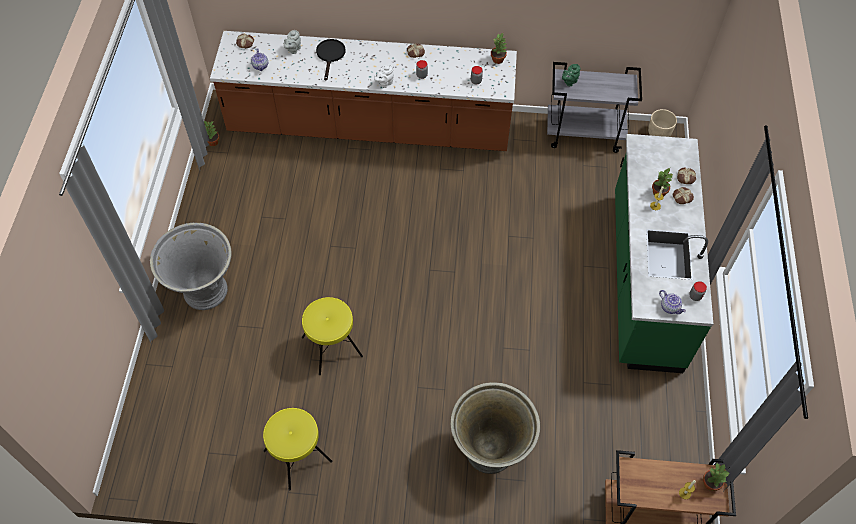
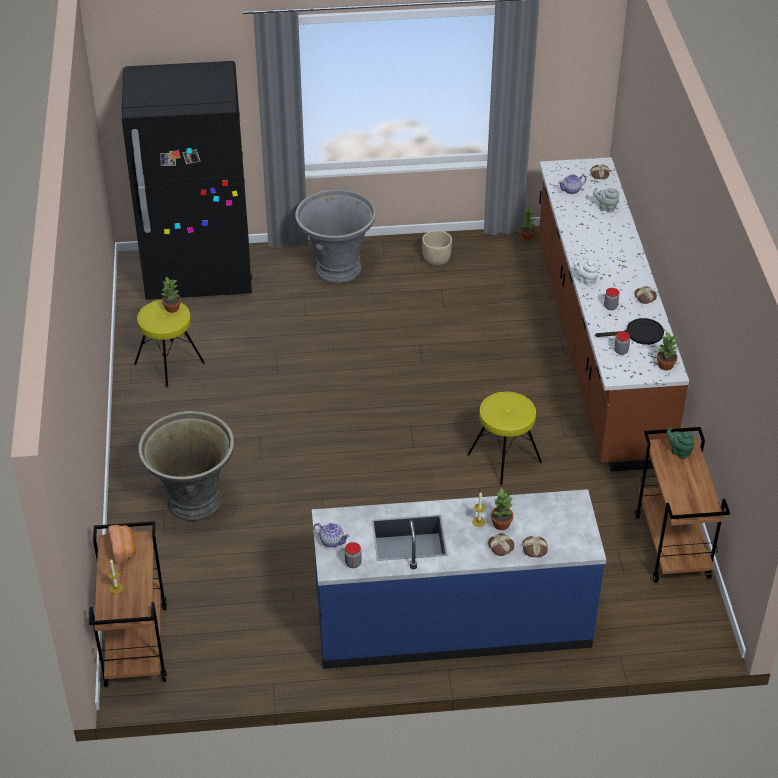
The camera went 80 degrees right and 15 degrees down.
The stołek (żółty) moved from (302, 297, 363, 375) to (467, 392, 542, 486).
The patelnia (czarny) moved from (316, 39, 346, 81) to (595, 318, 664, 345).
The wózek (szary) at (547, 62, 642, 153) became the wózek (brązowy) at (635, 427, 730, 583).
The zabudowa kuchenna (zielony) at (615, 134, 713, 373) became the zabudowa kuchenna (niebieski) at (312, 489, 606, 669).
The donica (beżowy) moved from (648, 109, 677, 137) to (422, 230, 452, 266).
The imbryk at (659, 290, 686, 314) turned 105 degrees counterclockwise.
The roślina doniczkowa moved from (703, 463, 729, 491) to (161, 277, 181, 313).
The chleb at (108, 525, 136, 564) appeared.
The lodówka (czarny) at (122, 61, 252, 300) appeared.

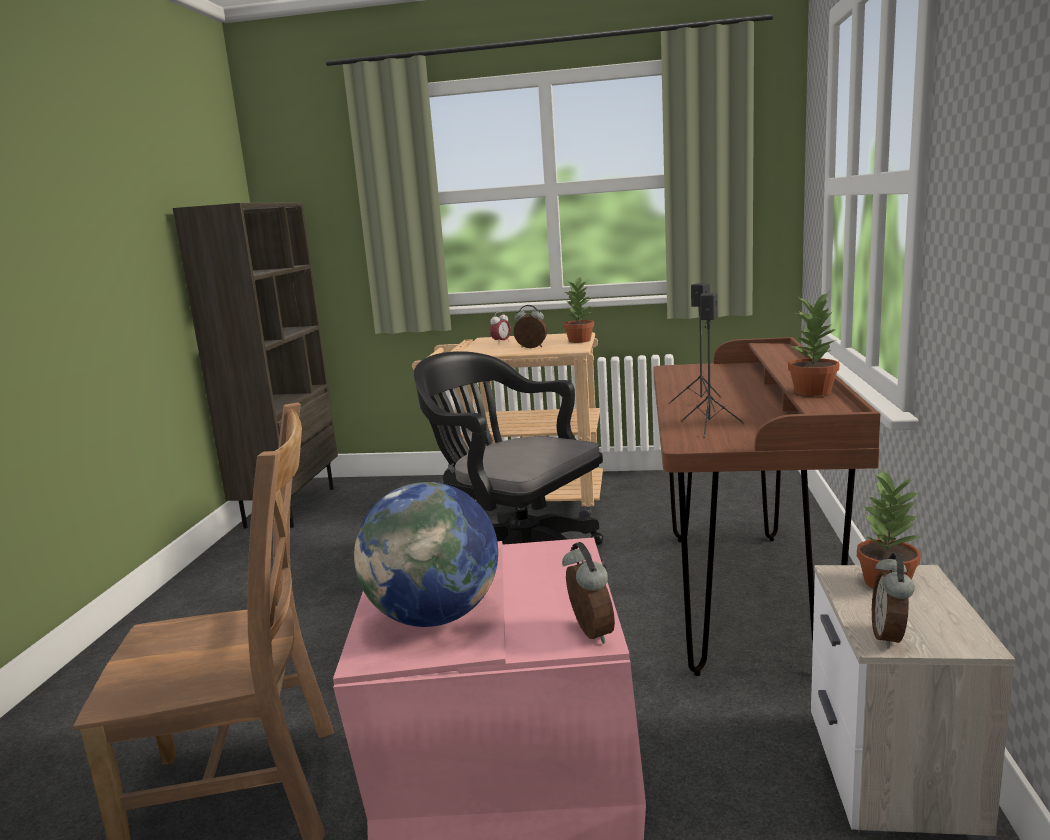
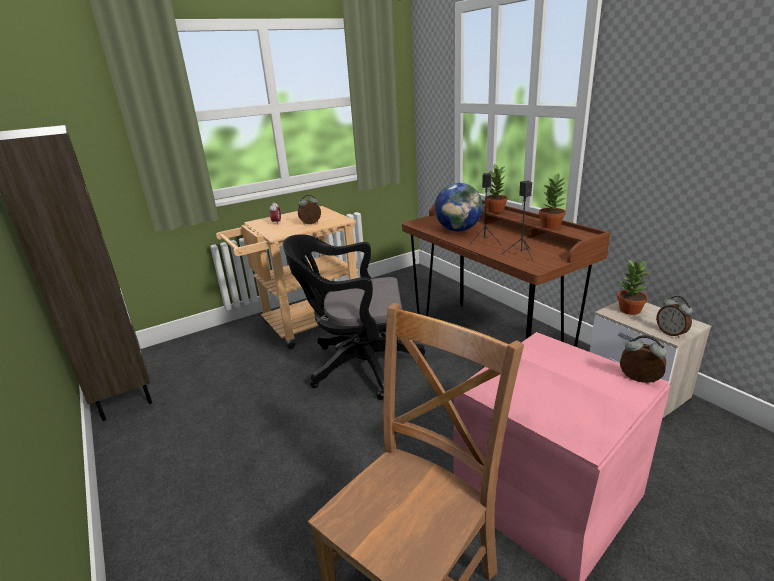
The camera went 40 degrees left and 10 degrees up.
The globus moved from (354, 482, 498, 627) to (434, 183, 483, 231).
The roślina doniczkowa moved from (563, 278, 594, 343) to (485, 164, 507, 213).

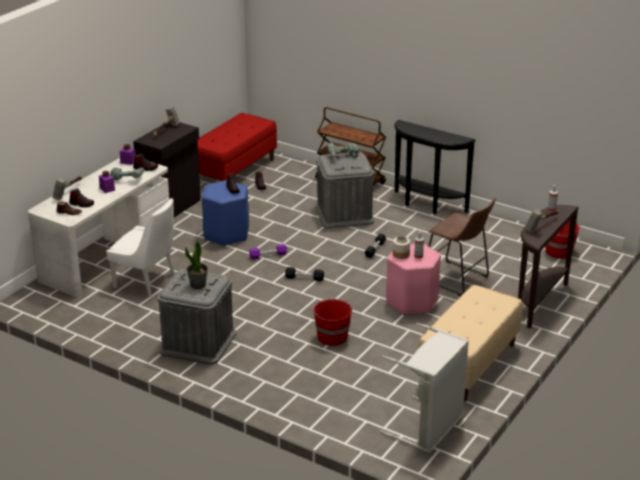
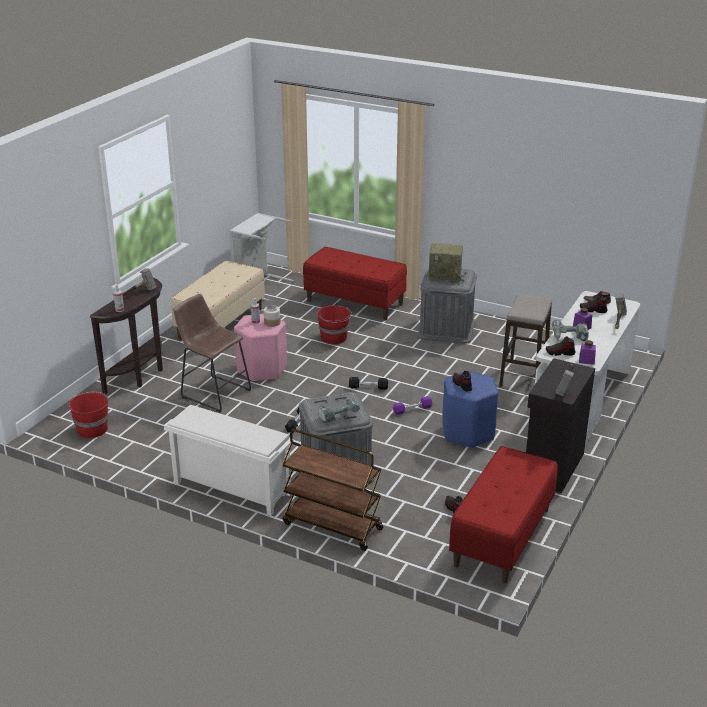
The camera went 175 degrees right and 0 degrees up.
The krzesło (biały) at (107, 198, 175, 297) was replaced by the stołek at (499, 294, 552, 387).
The roślina doniczkowa at (185, 240, 208, 289) was replaced by the radio at (429, 243, 463, 283).
The stolik konsolowy (czarny) at (394, 120, 476, 214) was replaced by the regał na buty (biały) at (164, 405, 294, 516).
The ławka (czerwony) at (303, 247, 407, 320) appeared.

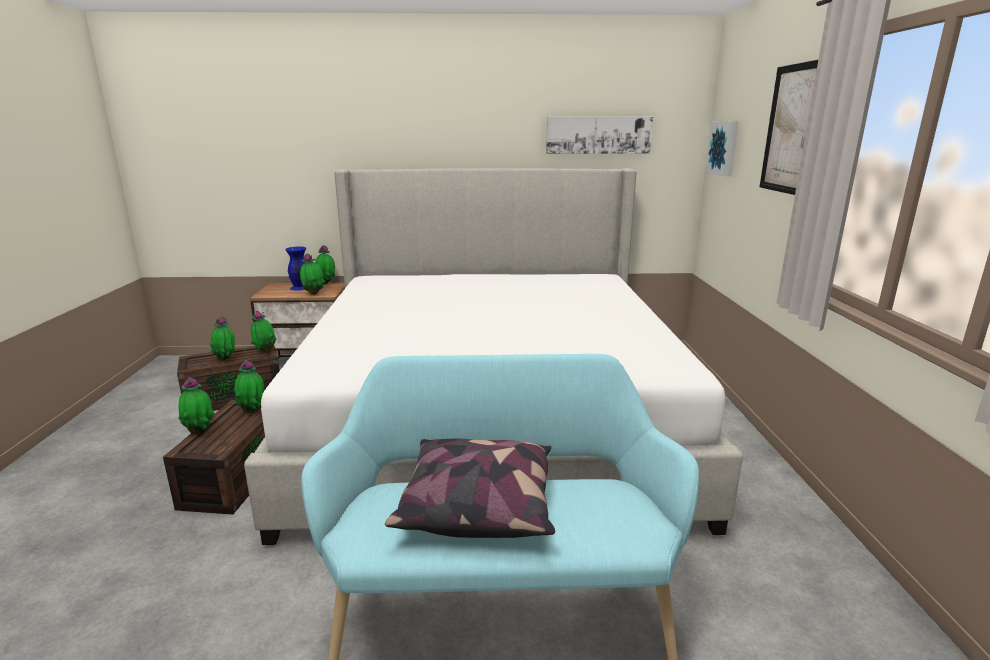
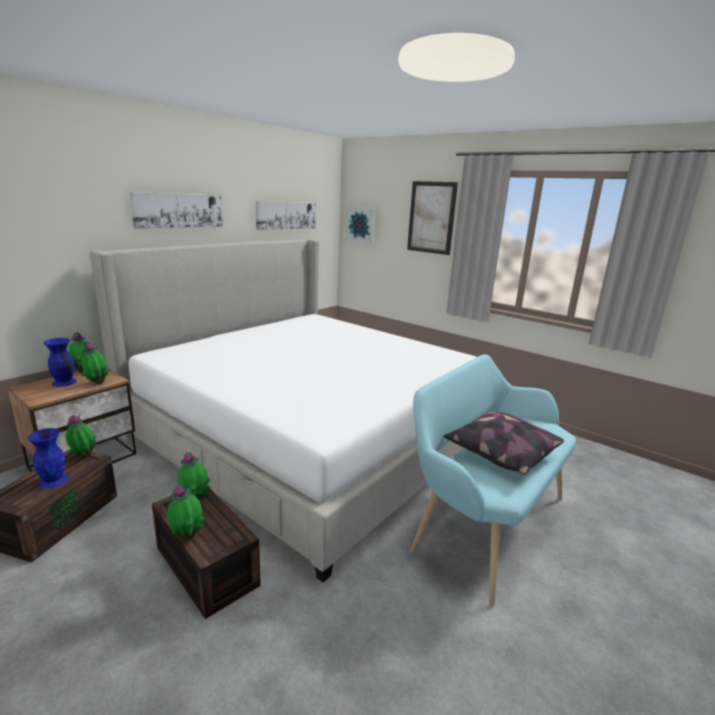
The camera went 50 degrees left and 0 degrees up.
The roślina doniczkowa at (210, 316, 235, 361) was replaced by the wazon (niebieski) at (28, 428, 69, 489).
The obraz at (129, 192, 223, 228) appeared.

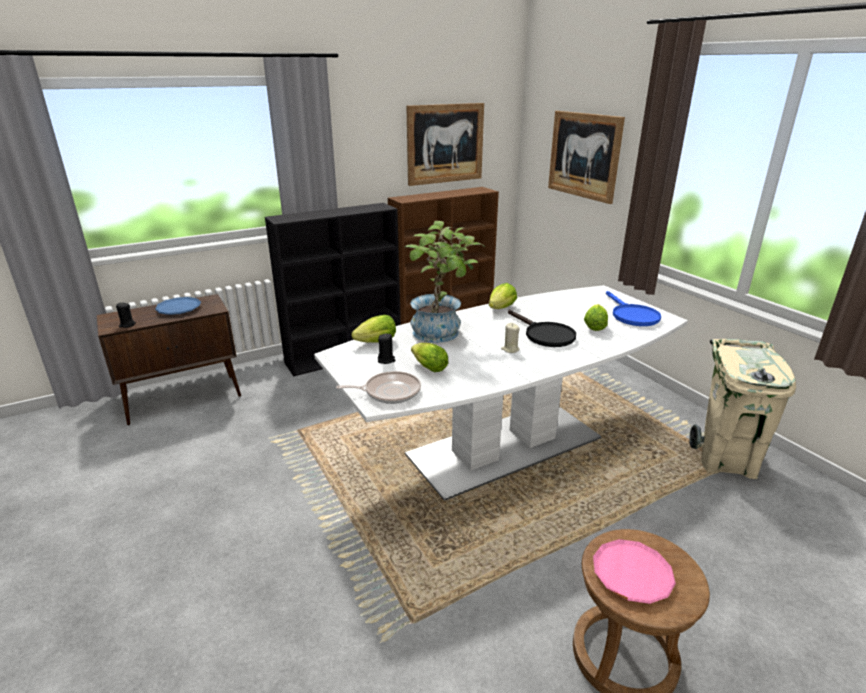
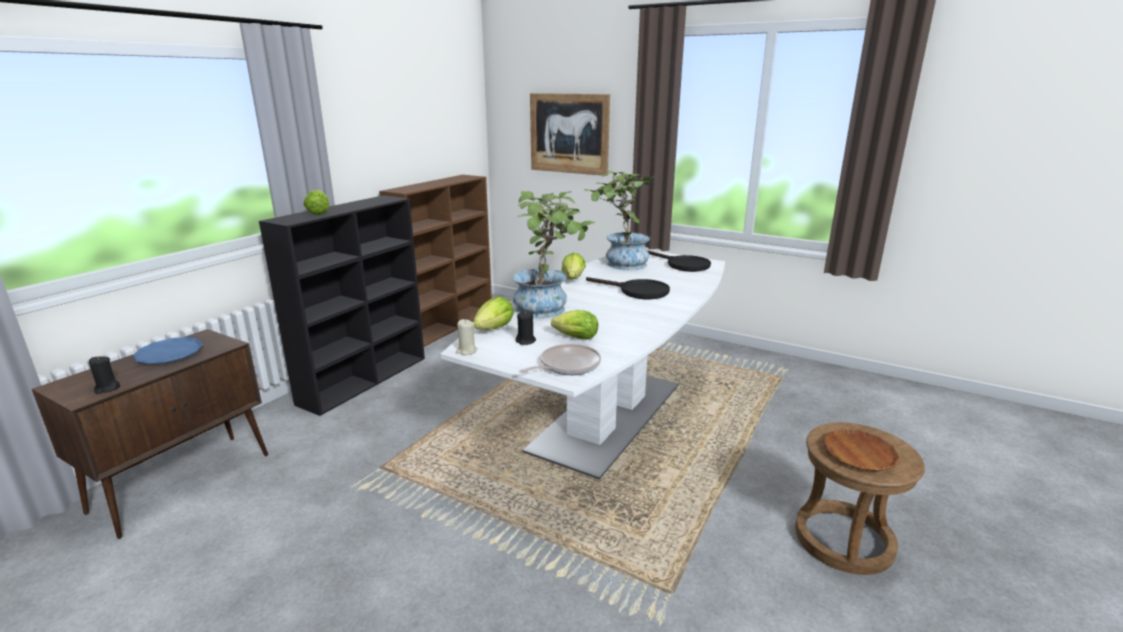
The camera went 30 degrees left and 5 degrees down.
The obraz at (406, 103, 484, 186) disappeared.
The świeca (beżowy) moved from (501, 323, 520, 353) to (456, 319, 478, 355).
The sałata moved from (584, 304, 608, 331) to (304, 190, 330, 215).
The talerz (różowy) at (593, 539, 676, 604) became the talerz (brązowy) at (822, 429, 900, 471).
The patelnia (niebieski) at (606, 291, 661, 326) became the patelnia (czarny) at (647, 250, 711, 272).
The kosz na śmieci (beżowy) at (689, 339, 796, 479) disappeared.
The roślina doniczkowa at (584, 170, 653, 270) appeared.

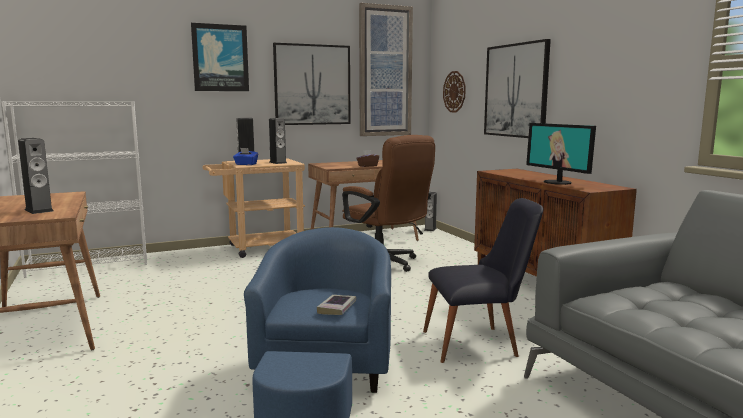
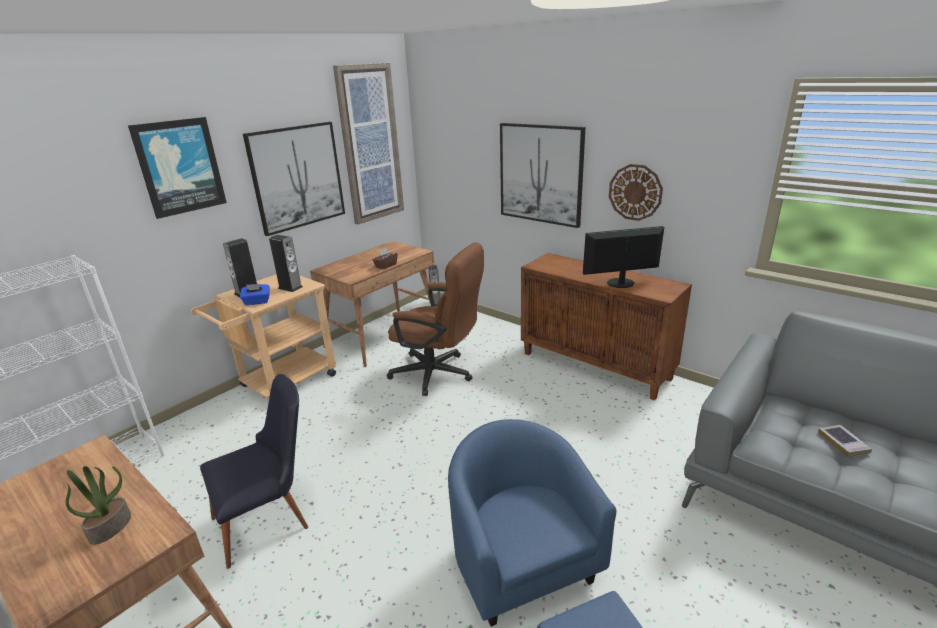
The camera went 25 degrees left and 15 degrees up.
The głośnik at (18, 138, 53, 214) was replaced by the roślina doniczkowa at (66, 466, 131, 545).
The książka moved from (317, 295, 356, 315) to (818, 425, 872, 457).
The krzesło (czarny) moved from (423, 198, 543, 363) to (200, 374, 308, 569).
The zegar ścienny moved from (443, 71, 466, 112) to (609, 164, 663, 221).
The monitor at (526, 123, 596, 185) turned 135 degrees clockwise.

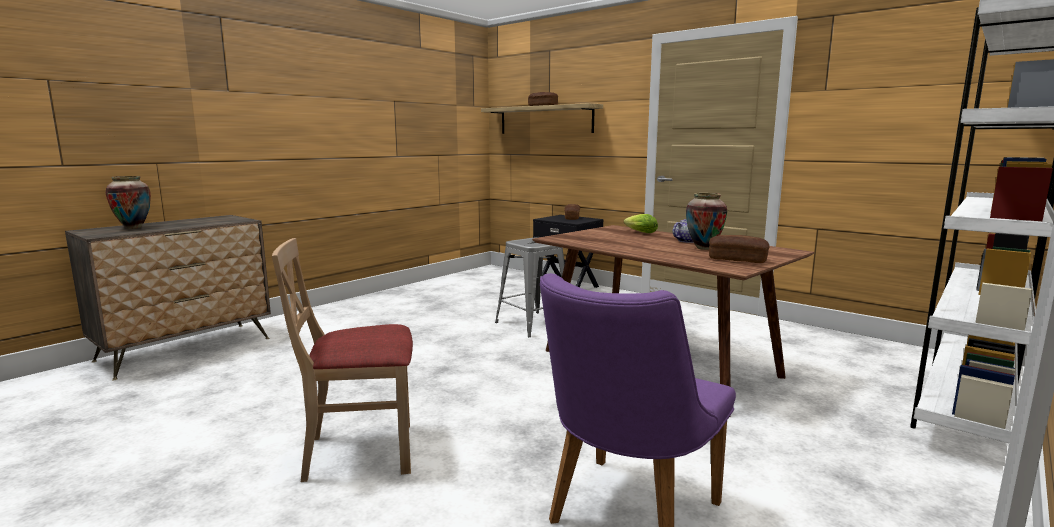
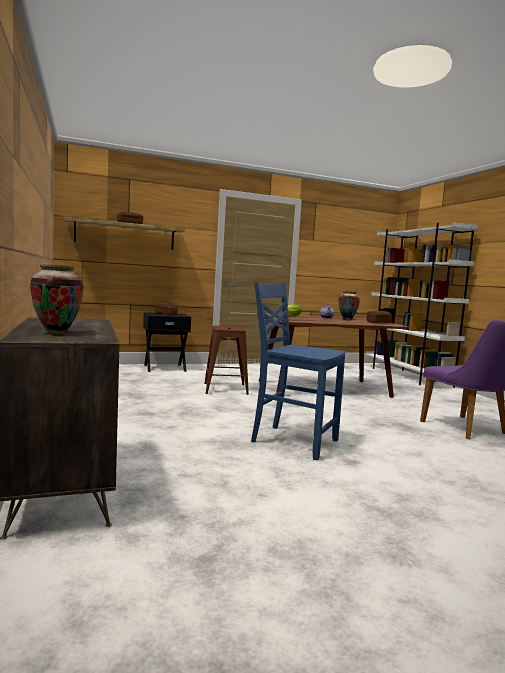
The camera went 60 degrees left and 5 degrees down.
The krzesło (beżowy) at (272, 238, 413, 482) disappeared.
The stołek (szary) at (495, 237, 565, 337) became the stołek (brązowy) at (204, 326, 249, 395).
The krzesło (niebieski) at (251, 282, 345, 460) appeared.

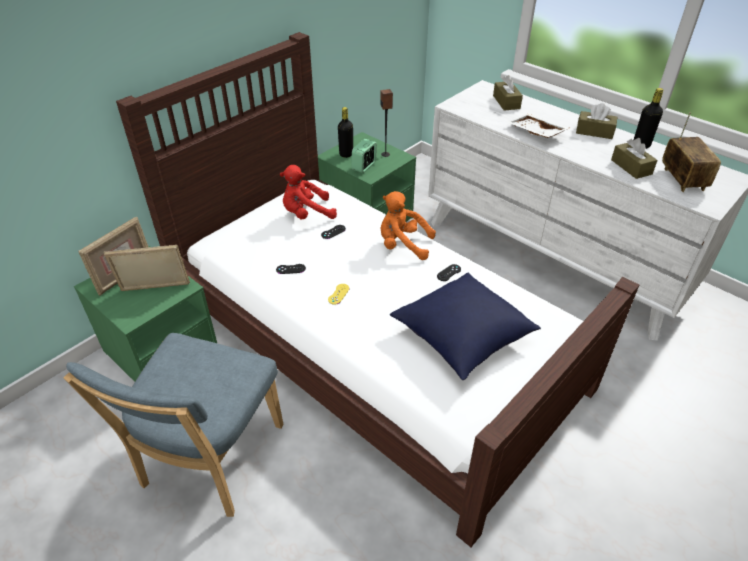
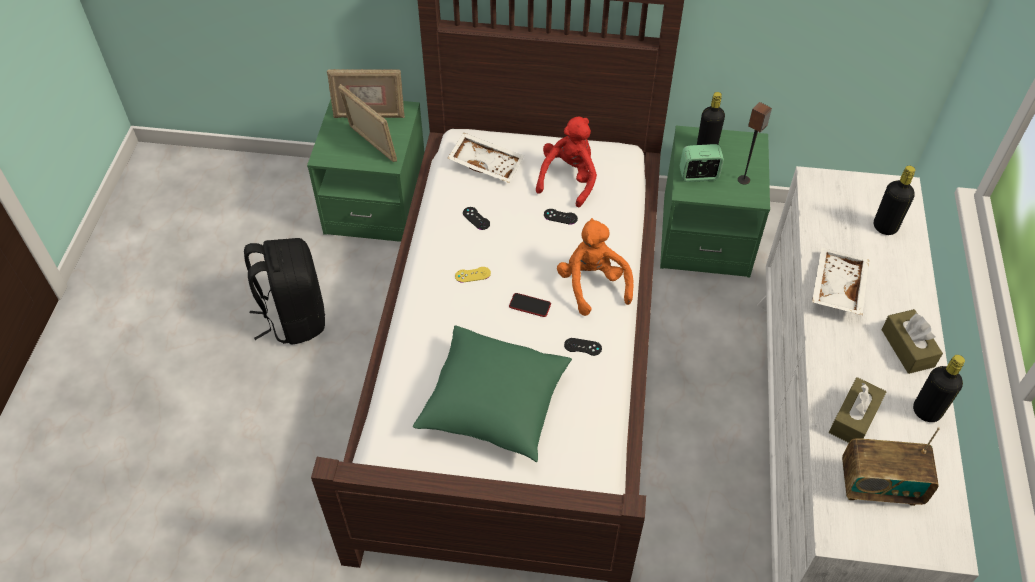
The camera went 55 degrees right and 10 degrees up.
The krzesło (niebieski) at (63, 333, 283, 517) was replaced by the plecak (czarny) at (244, 238, 325, 344).
The pluszak (czerwony) at (280, 165, 337, 219) turned 75 degrees clockwise.
The poduszka (niebieski) at (390, 272, 541, 380) became the poduszka (zielony) at (413, 326, 572, 462).
The pudełko chusteczek (brązowy) at (493, 75, 523, 111) was replaced by the butelka (czarny) at (874, 166, 915, 235).
The radio at (662, 112, 721, 192) turned 45 degrees clockwise.
The taca (biały) at (447, 132, 524, 183) appeared.
The telefon at (509, 293, 551, 317) appeared.

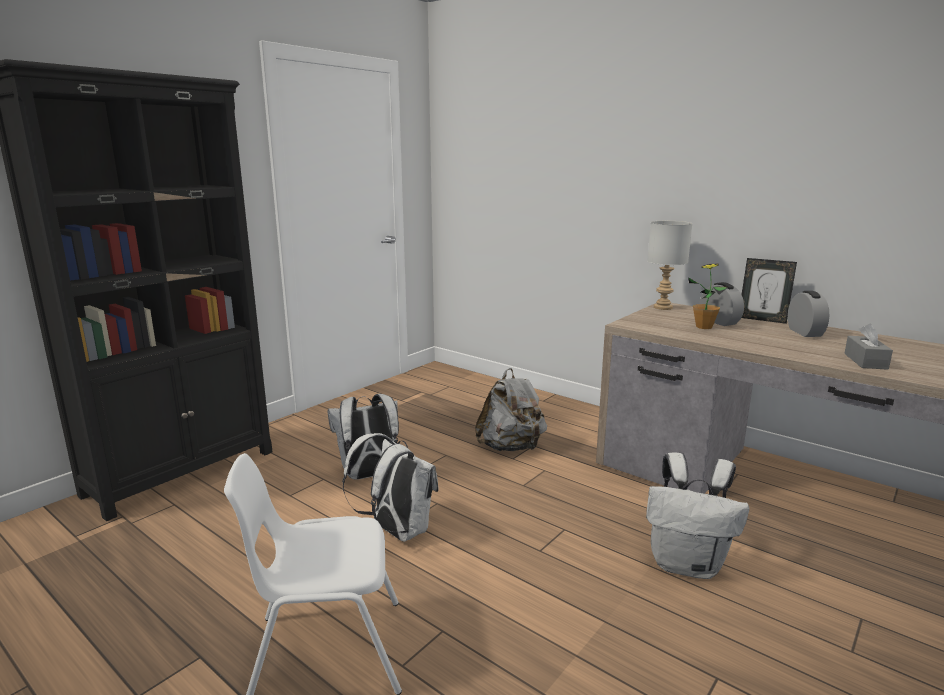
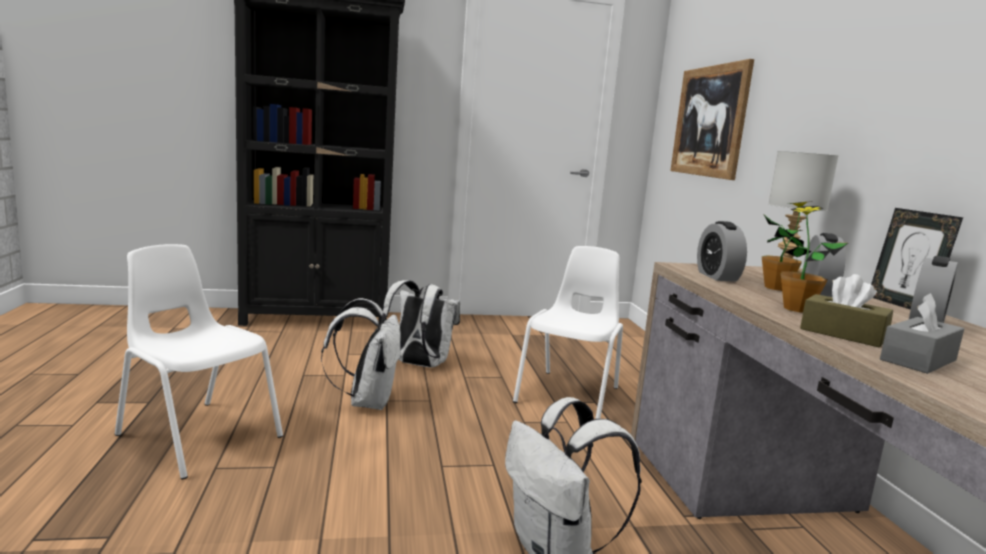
The camera went 40 degrees right and 5 degrees down.
The plecak (szary) at (475, 368, 547, 451) was replaced by the krzesło (biały) at (513, 246, 623, 419).
The obraz at (670, 59, 754, 180) appeared.
The budzik at (697, 221, 747, 282) appeared.
The roślina doniczkowa at (774, 206, 848, 313) appeared.
The pudełko chusteczek (brązowy) at (800, 274, 893, 347) appeared.

